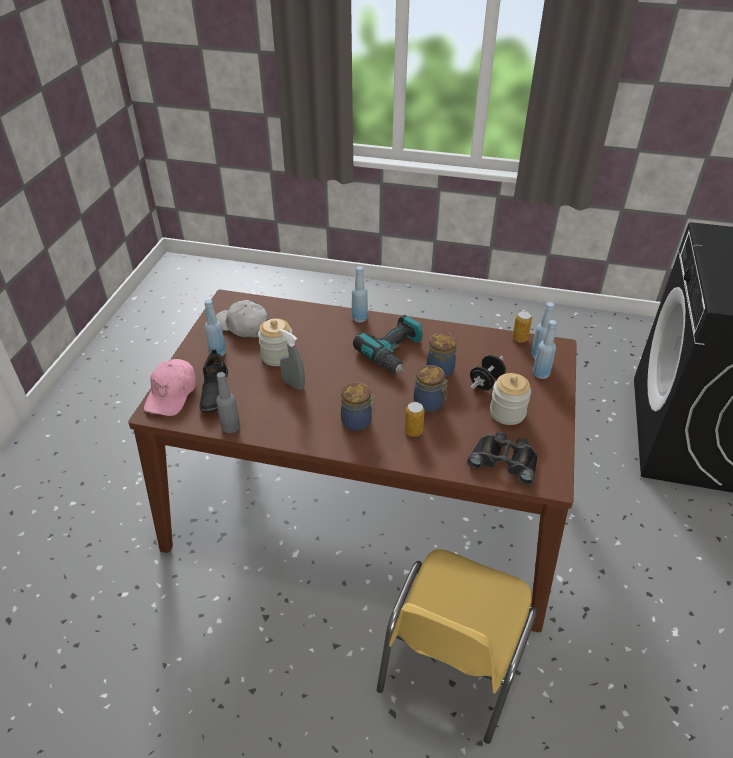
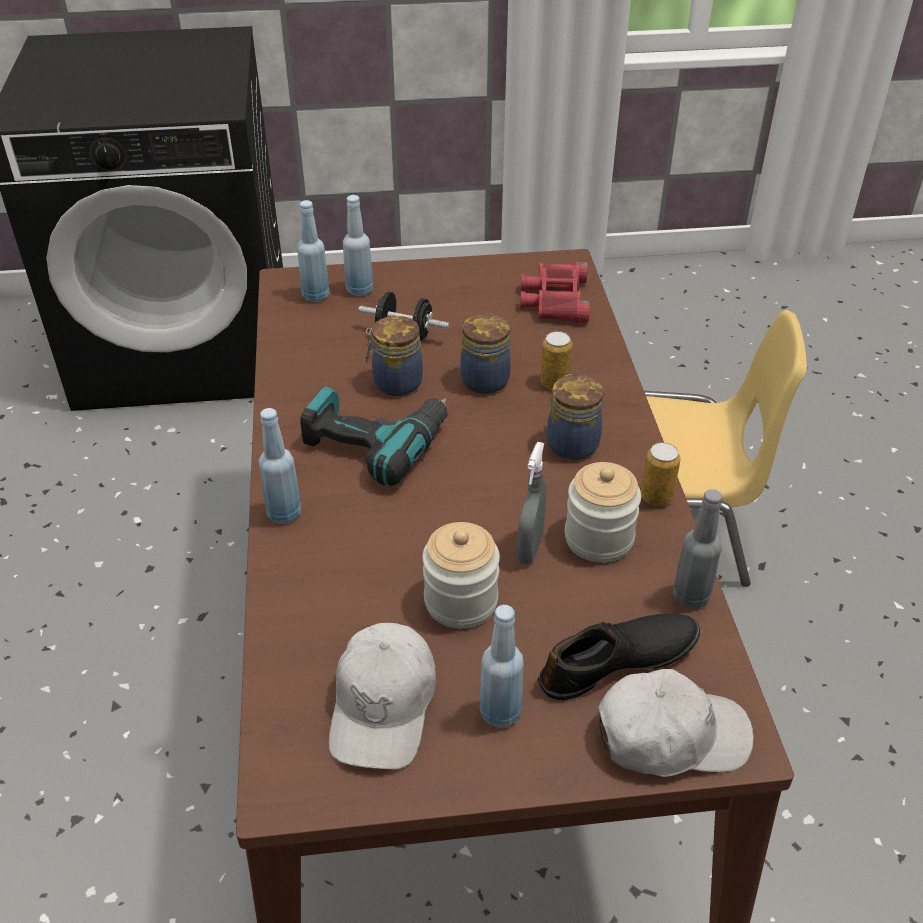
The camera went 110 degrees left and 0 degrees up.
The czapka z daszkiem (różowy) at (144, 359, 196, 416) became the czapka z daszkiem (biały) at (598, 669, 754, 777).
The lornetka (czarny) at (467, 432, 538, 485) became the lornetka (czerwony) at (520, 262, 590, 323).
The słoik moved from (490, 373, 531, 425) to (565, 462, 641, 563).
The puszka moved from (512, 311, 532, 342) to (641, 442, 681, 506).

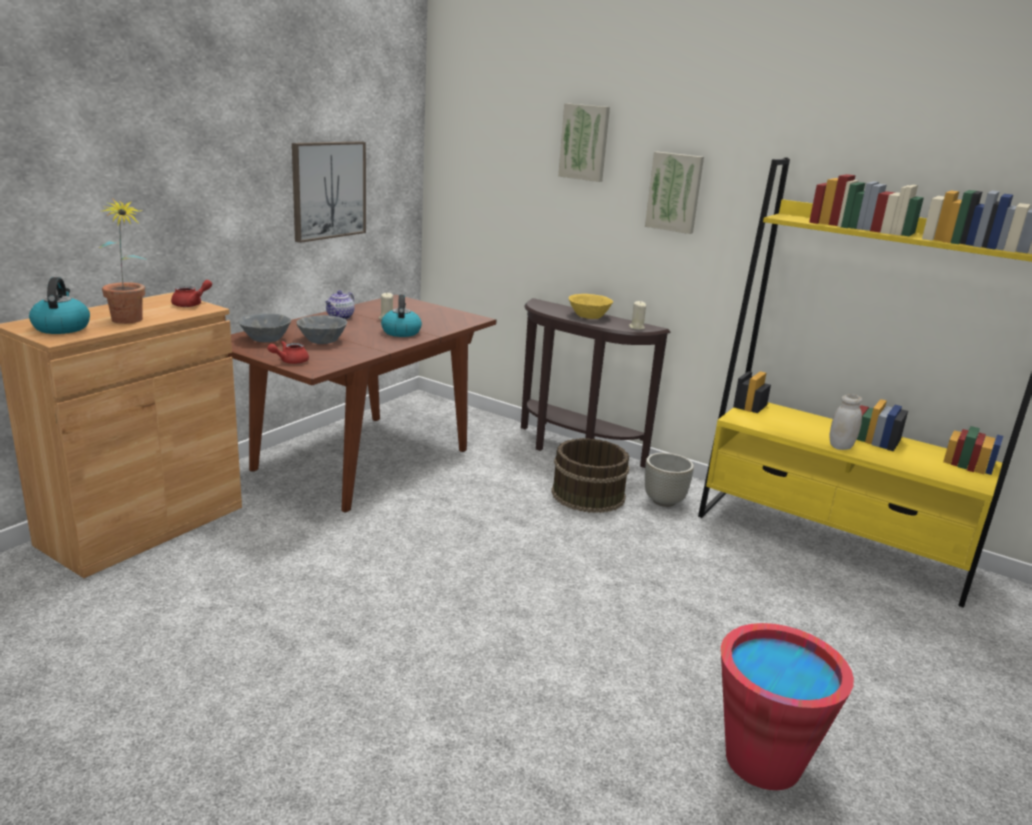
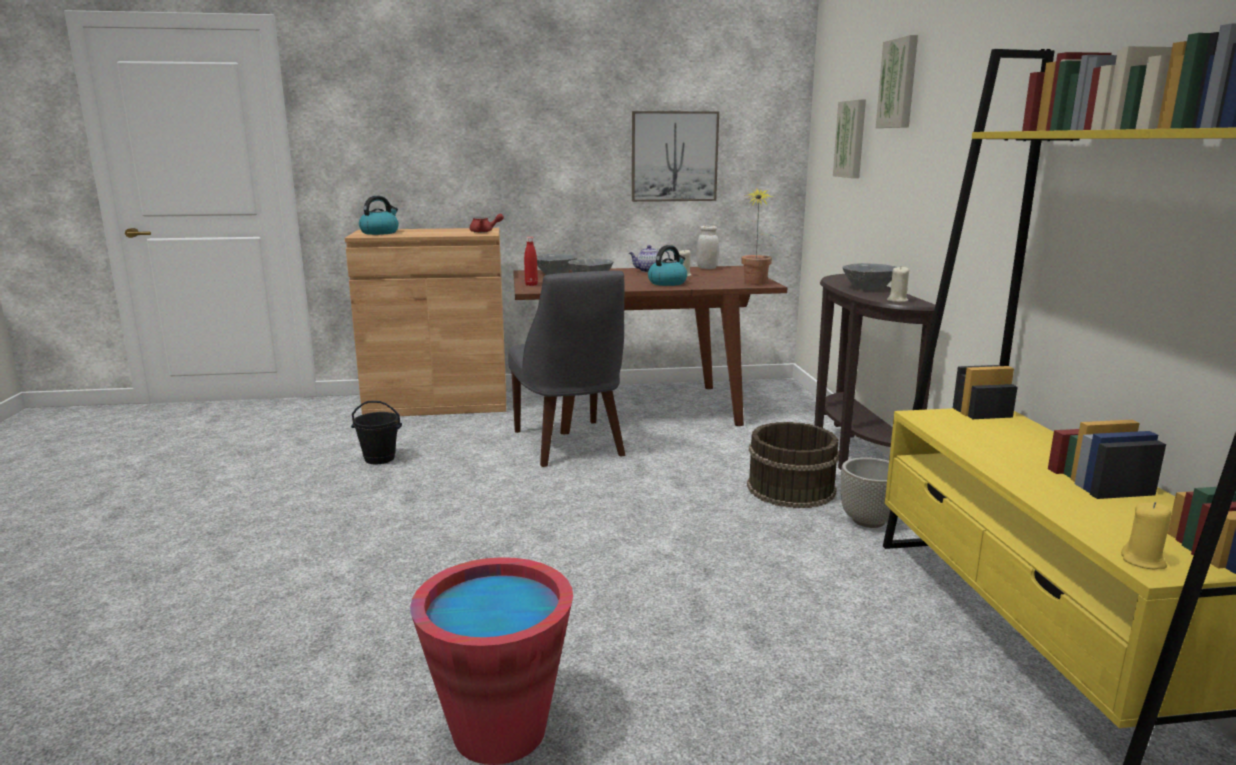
The camera went 50 degrees right and 5 degrees down.
The roślina doniczkowa moved from (99, 198, 148, 324) to (741, 187, 776, 285).
The imbryk (czerwony) at (268, 341, 309, 364) was replaced by the butelka (czerwony) at (524, 237, 538, 286).
The miska (żółty) at (569, 294, 613, 319) became the miska (szary) at (842, 263, 897, 291).
The obraz moved from (645, 152, 704, 234) to (833, 99, 866, 178).
The słoik (biały) moved from (830, 394, 863, 450) to (696, 226, 719, 269).
The wiadro (czarny) at (351, 401, 402, 464) appeared.
The krzesło (szary) at (508, 271, 626, 467) appeared.
The świeca (żółty) at (1121, 502, 1171, 569) appeared.

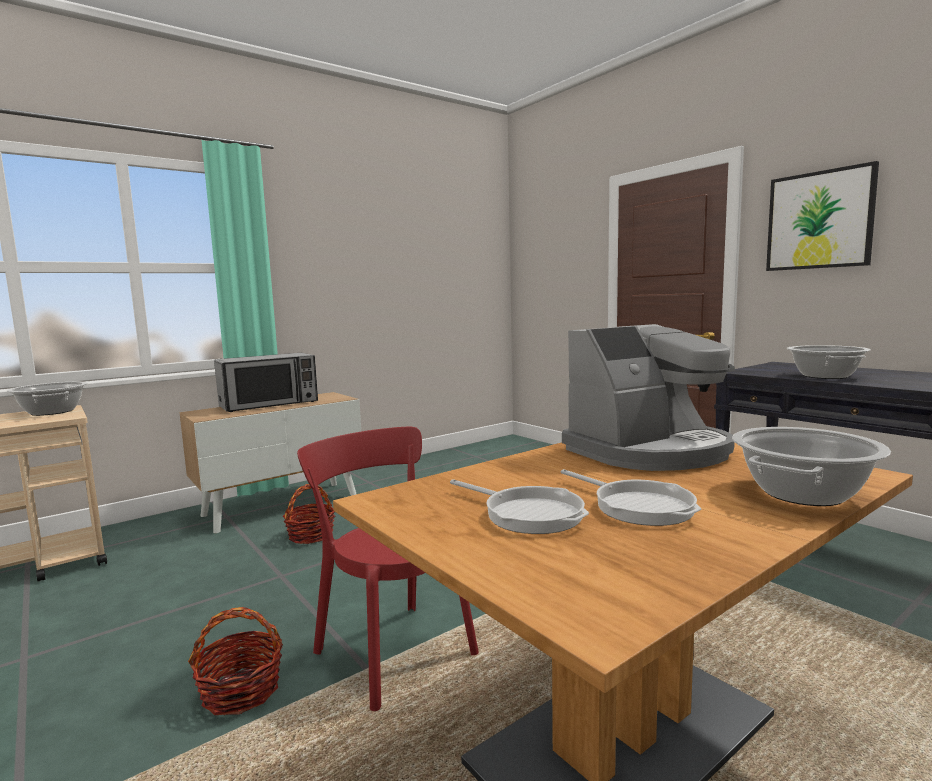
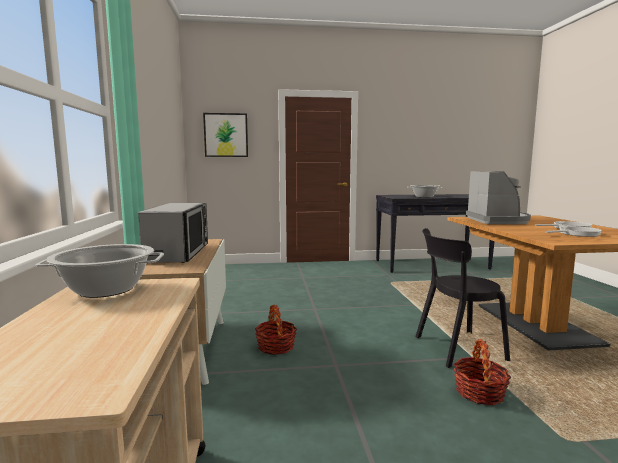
The camera went 60 degrees left and 0 degrees up.
The krzesło (czerwony) at (297, 427, 479, 711) became the krzesło (czarny) at (416, 228, 510, 368).
The garnek at (732, 427, 891, 506) disappeared.
The obraz moved from (766, 161, 879, 271) to (203, 113, 248, 157).

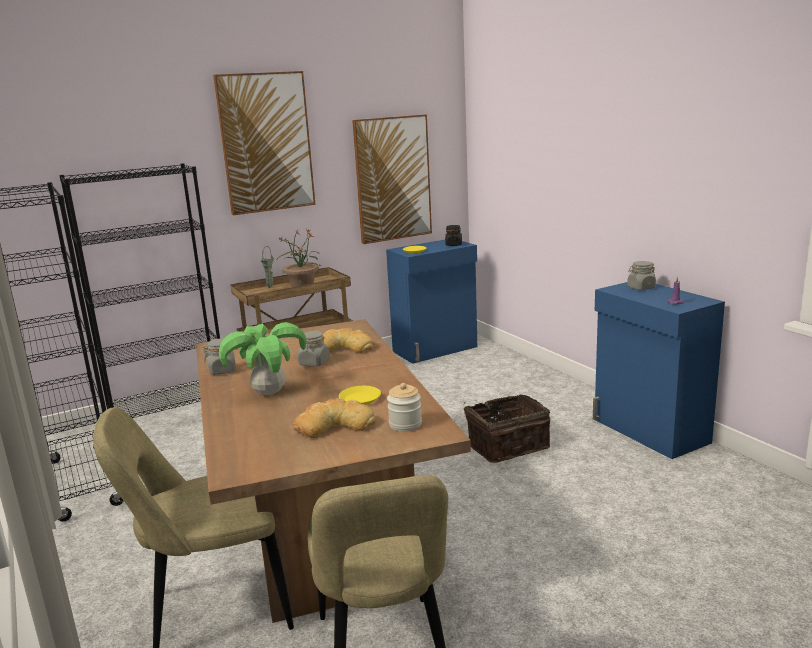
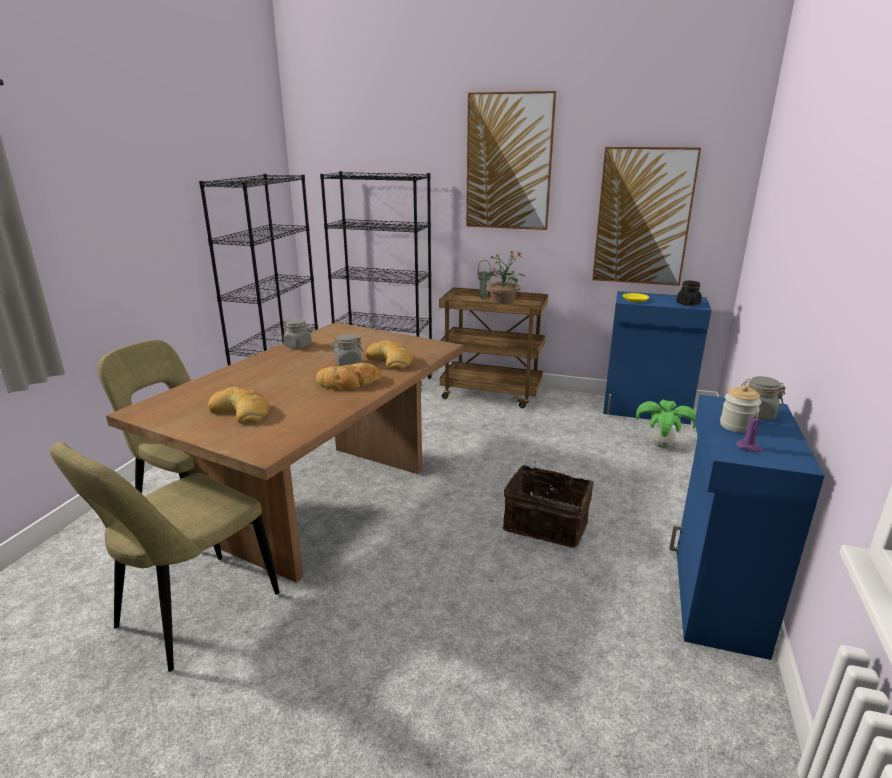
The camera went 45 degrees right and 5 degrees up.
The roślina doniczkowa moved from (219, 322, 307, 395) to (636, 400, 696, 448).
The talerz (żółty) at (339, 386, 381, 405) disappeared.
The słoik moved from (387, 383, 422, 432) to (720, 385, 761, 433).
The chleb at (316, 363, 381, 390) appeared.

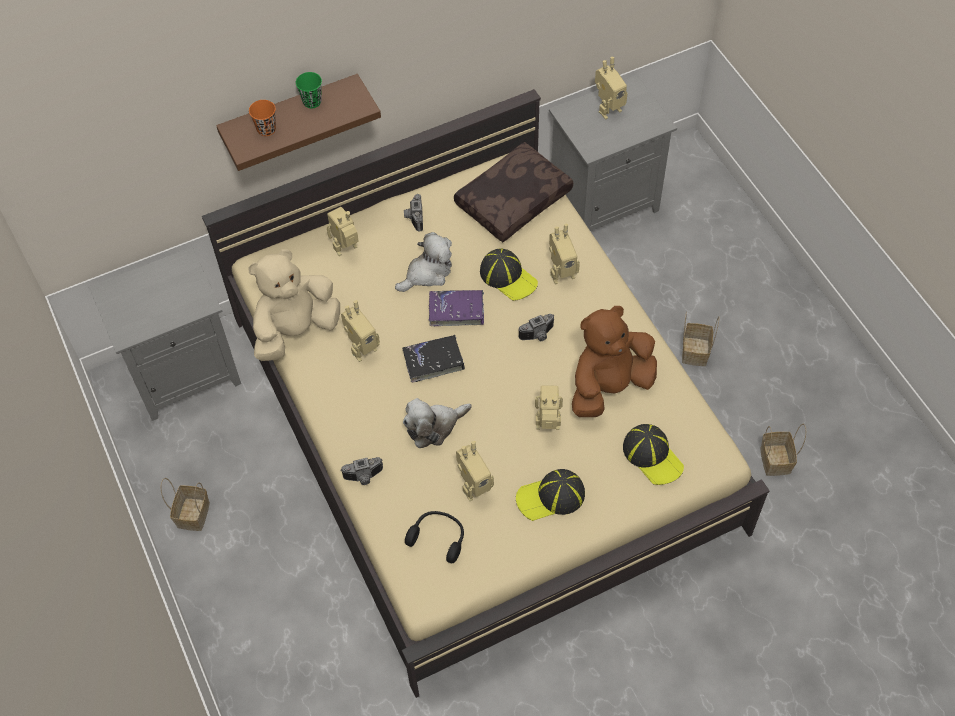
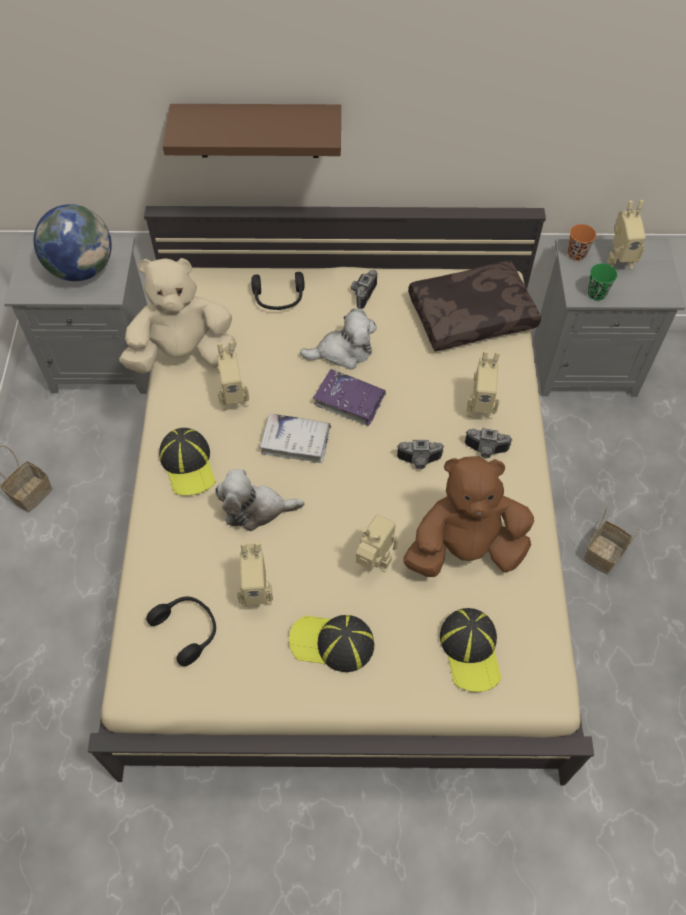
The camera went 25 degrees right and 0 degrees up.
The filiżanka (pomarańczowy) moved from (249, 100, 276, 136) to (568, 224, 596, 261).
The filiżanka (zielony) moved from (296, 72, 322, 108) to (588, 263, 618, 301).
The robot zabawkowy at (327, 207, 359, 256) was replaced by the słuchawki (czarny) at (251, 272, 304, 310).
The aparat fotograficzny moved from (340, 457, 383, 485) to (465, 428, 512, 458).
The książka (czarny) at (402, 335, 465, 383) became the książka (biały) at (259, 413, 331, 463).
The czapka z daszkiem moved from (480, 249, 538, 301) to (159, 428, 216, 495).
The koszyk at (760, 423, 806, 476) disappeared.
The globus at (33, 204, 112, 281) appeared.

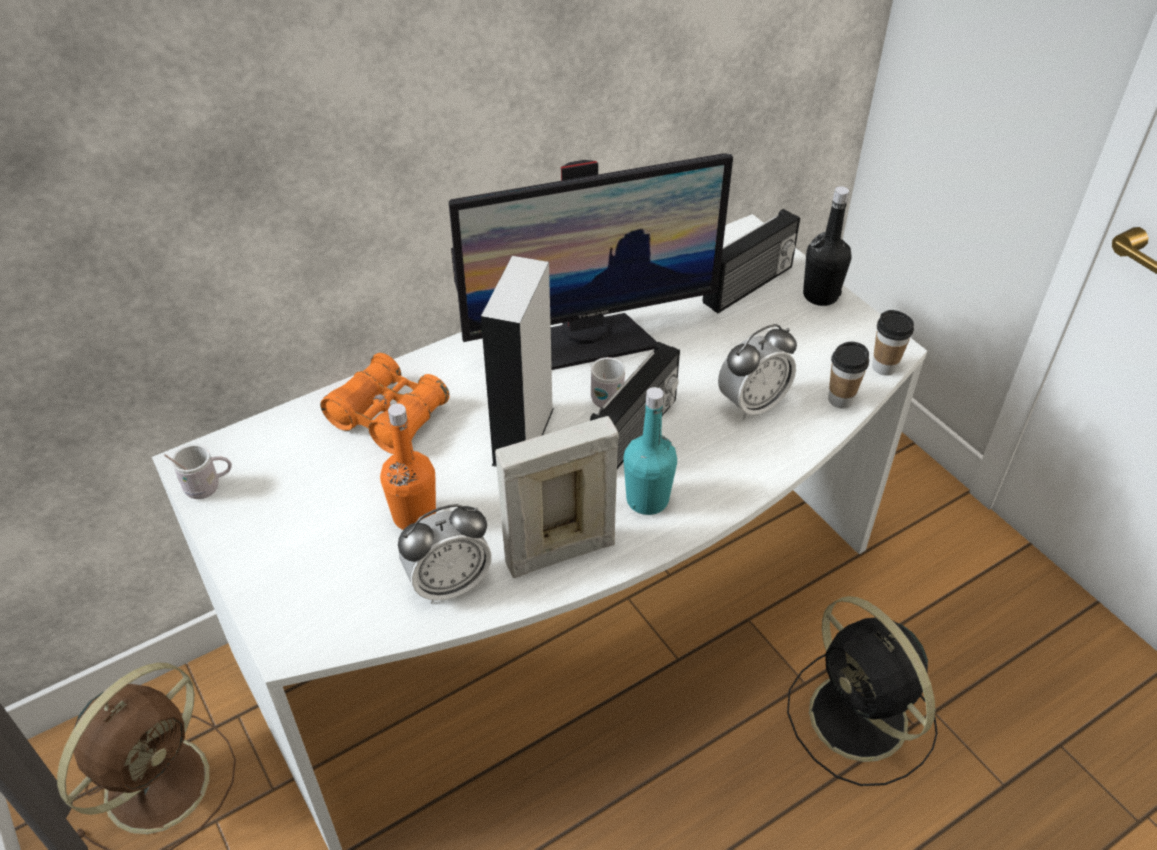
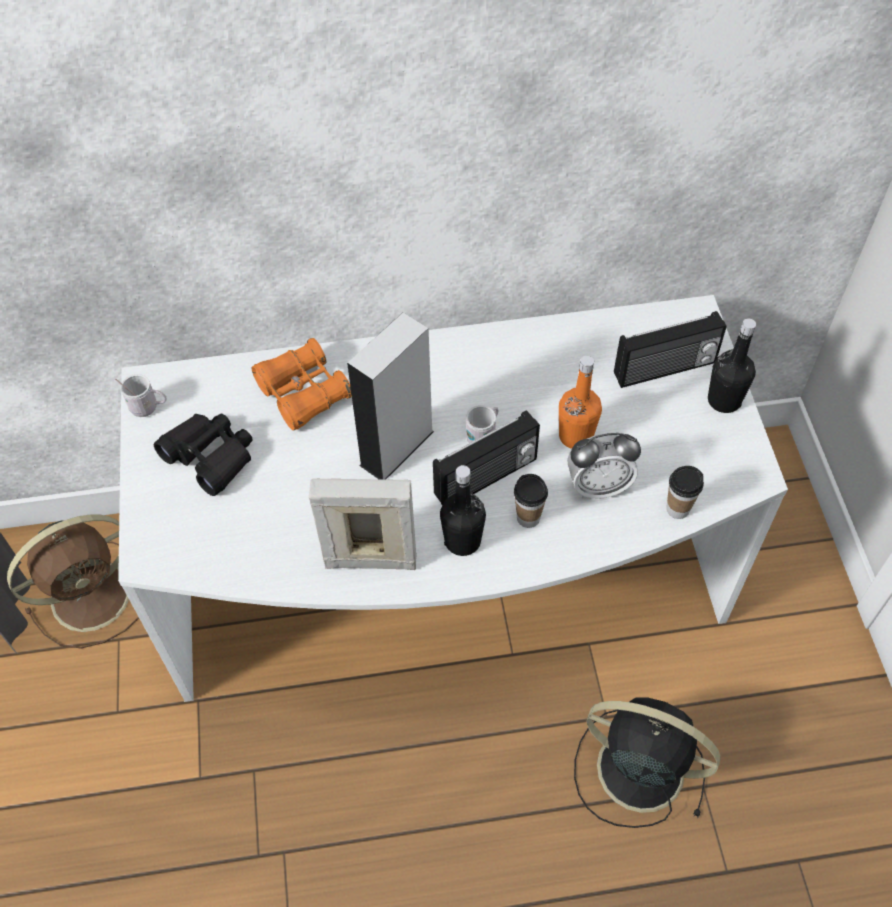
The camera went 25 degrees right and 10 degrees up.
The butelka (pomarańczowy) moved from (380, 404, 436, 530) to (559, 356, 602, 449).
The budzik at (398, 504, 492, 604) disappeared.
The monitor at (449, 153, 733, 370) disappeared.
The butelka (turkusowy) at (624, 387, 677, 515) became the butelka (czarny) at (440, 465, 486, 556).
The wentylator (czarny) at (787, 596, 938, 786) turned 120 degrees clockwise.
The filiżanka moved from (872, 310, 914, 376) to (514, 474, 548, 528).
The lornetka (czarny) at (154, 414, 253, 496) appeared.

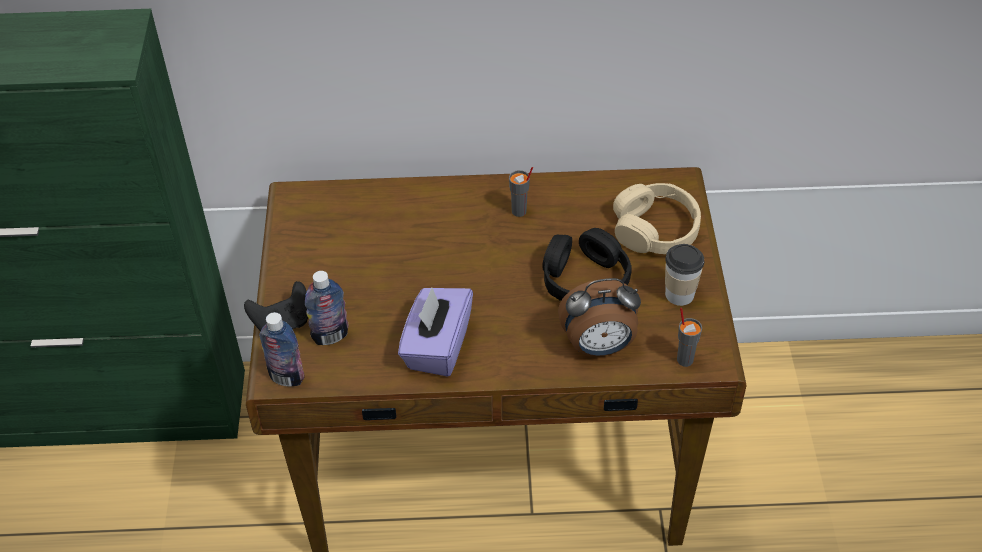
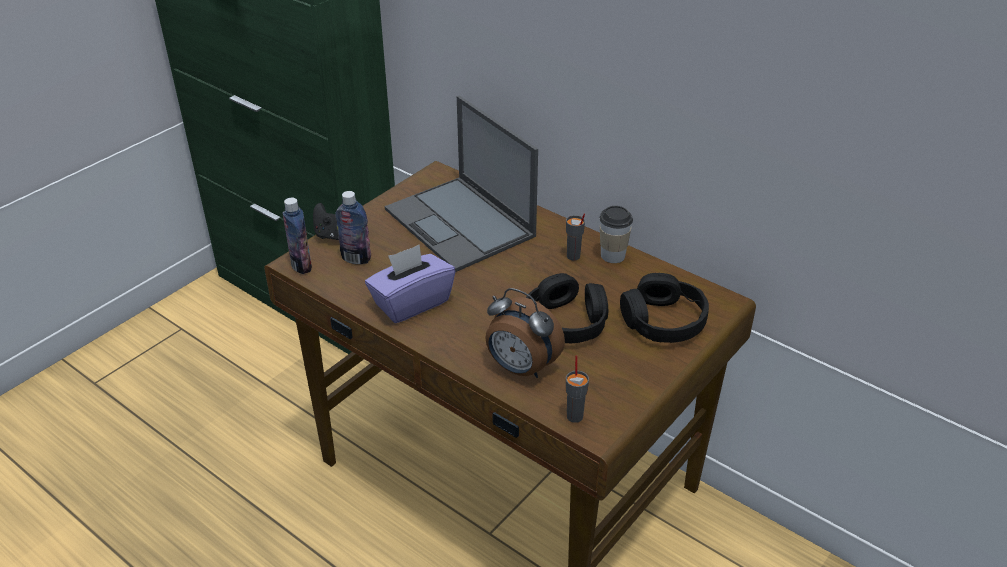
The camera went 40 degrees right and 10 degrees down.
The słuchawki (beżowy) at (613, 183, 701, 254) became the słuchawki (czarny) at (620, 273, 709, 343).
The filiżanka moved from (665, 244, 704, 306) to (599, 206, 633, 263).
The laptop at (385, 96, 538, 272) appeared.

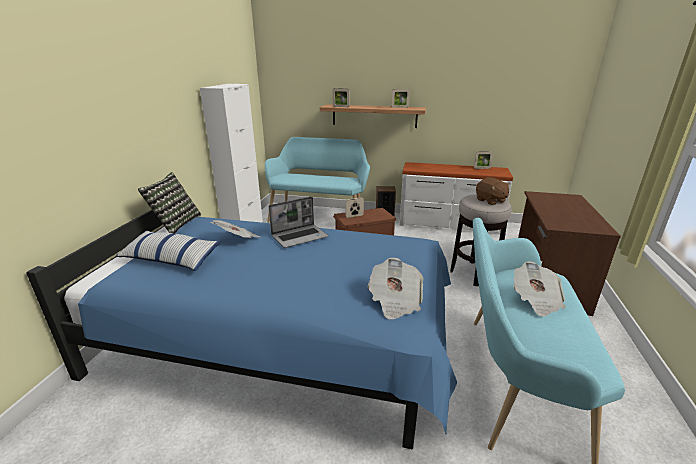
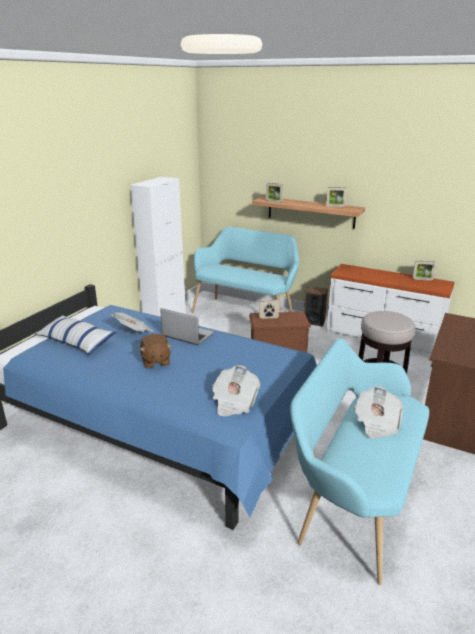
The camera went 15 degrees right and 0 degrees up.
The poduszka at (138, 172, 201, 234) disappeared.
The laptop at (269, 197, 328, 248) turned 135 degrees counterclockwise.
The pluszak (brązowy) moved from (476, 177, 510, 205) to (140, 334, 172, 369).

